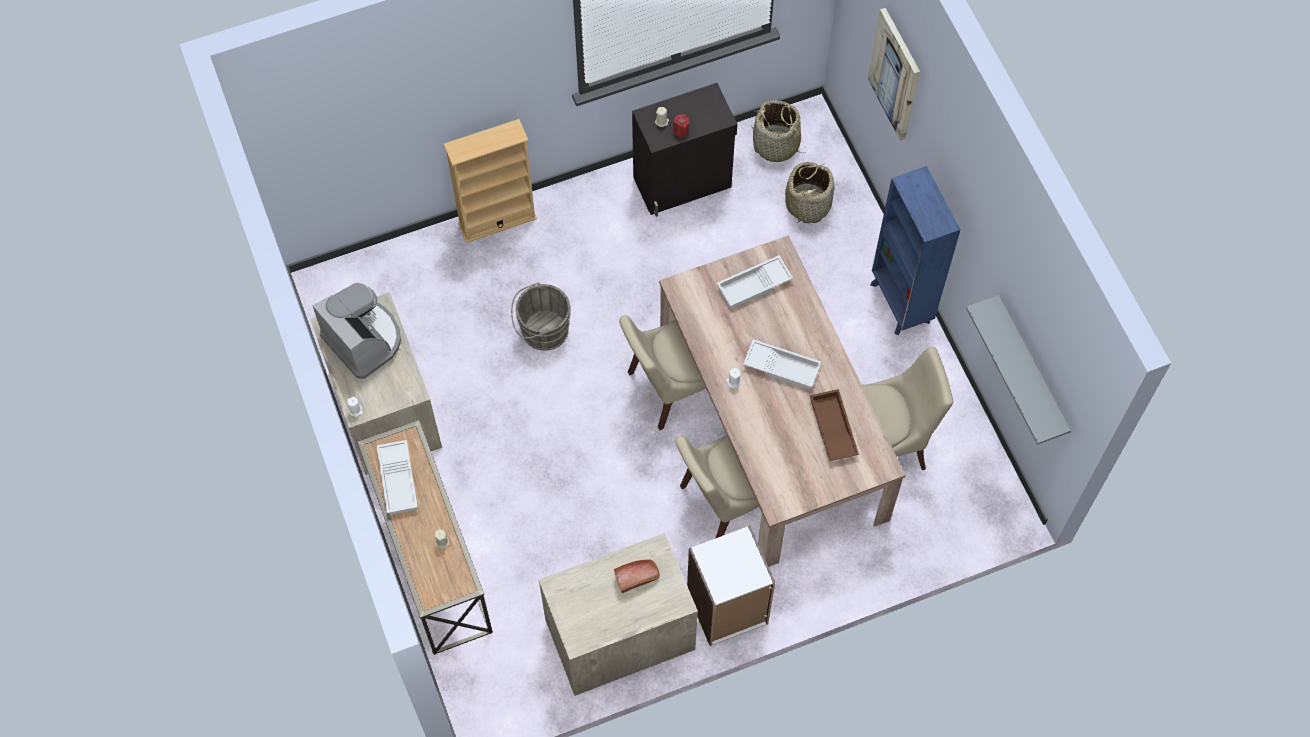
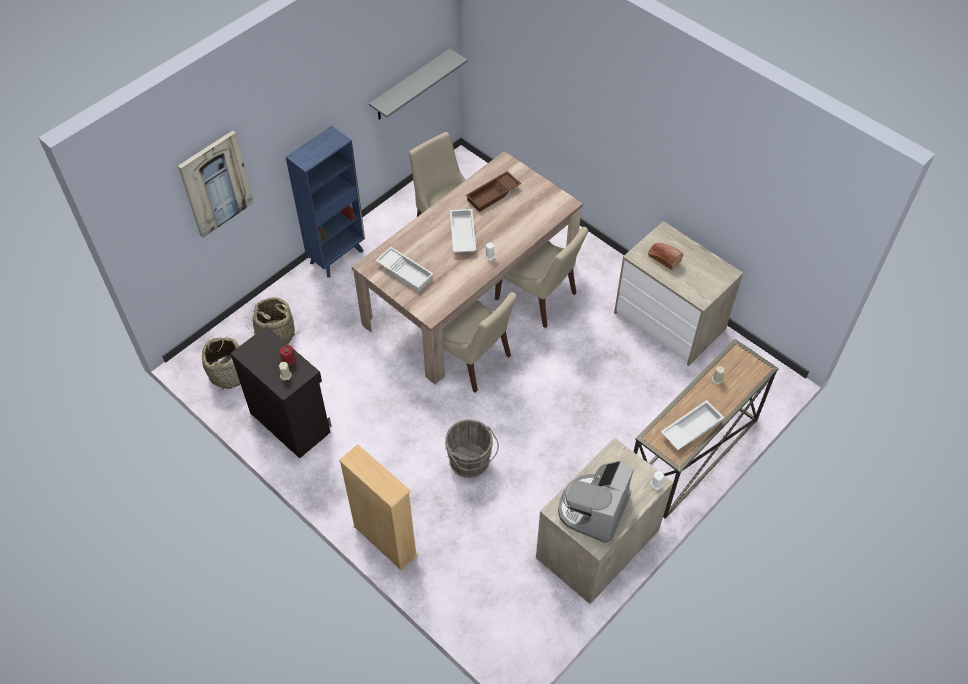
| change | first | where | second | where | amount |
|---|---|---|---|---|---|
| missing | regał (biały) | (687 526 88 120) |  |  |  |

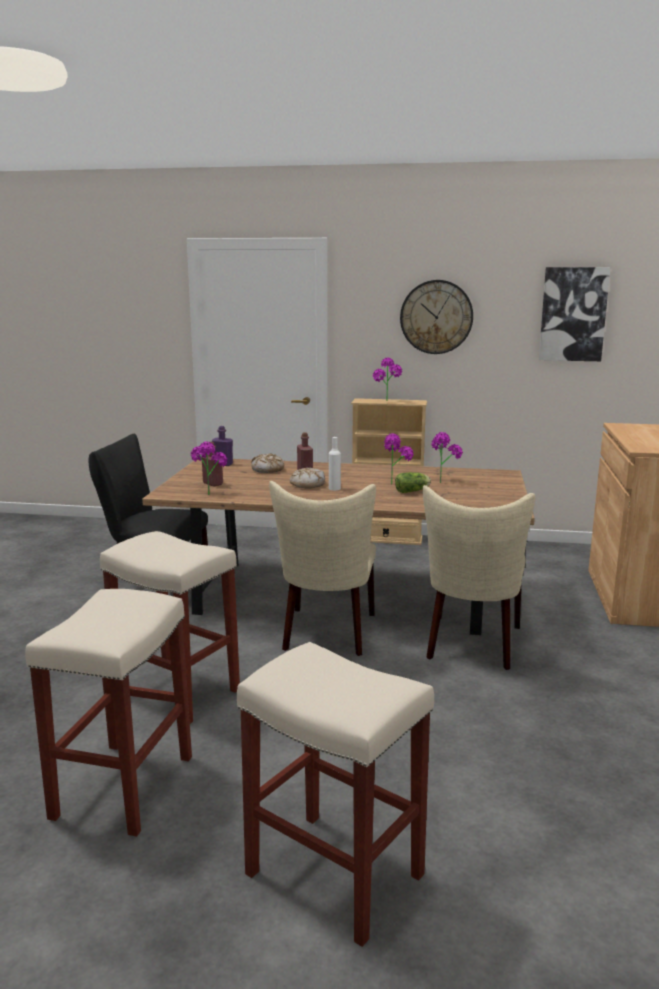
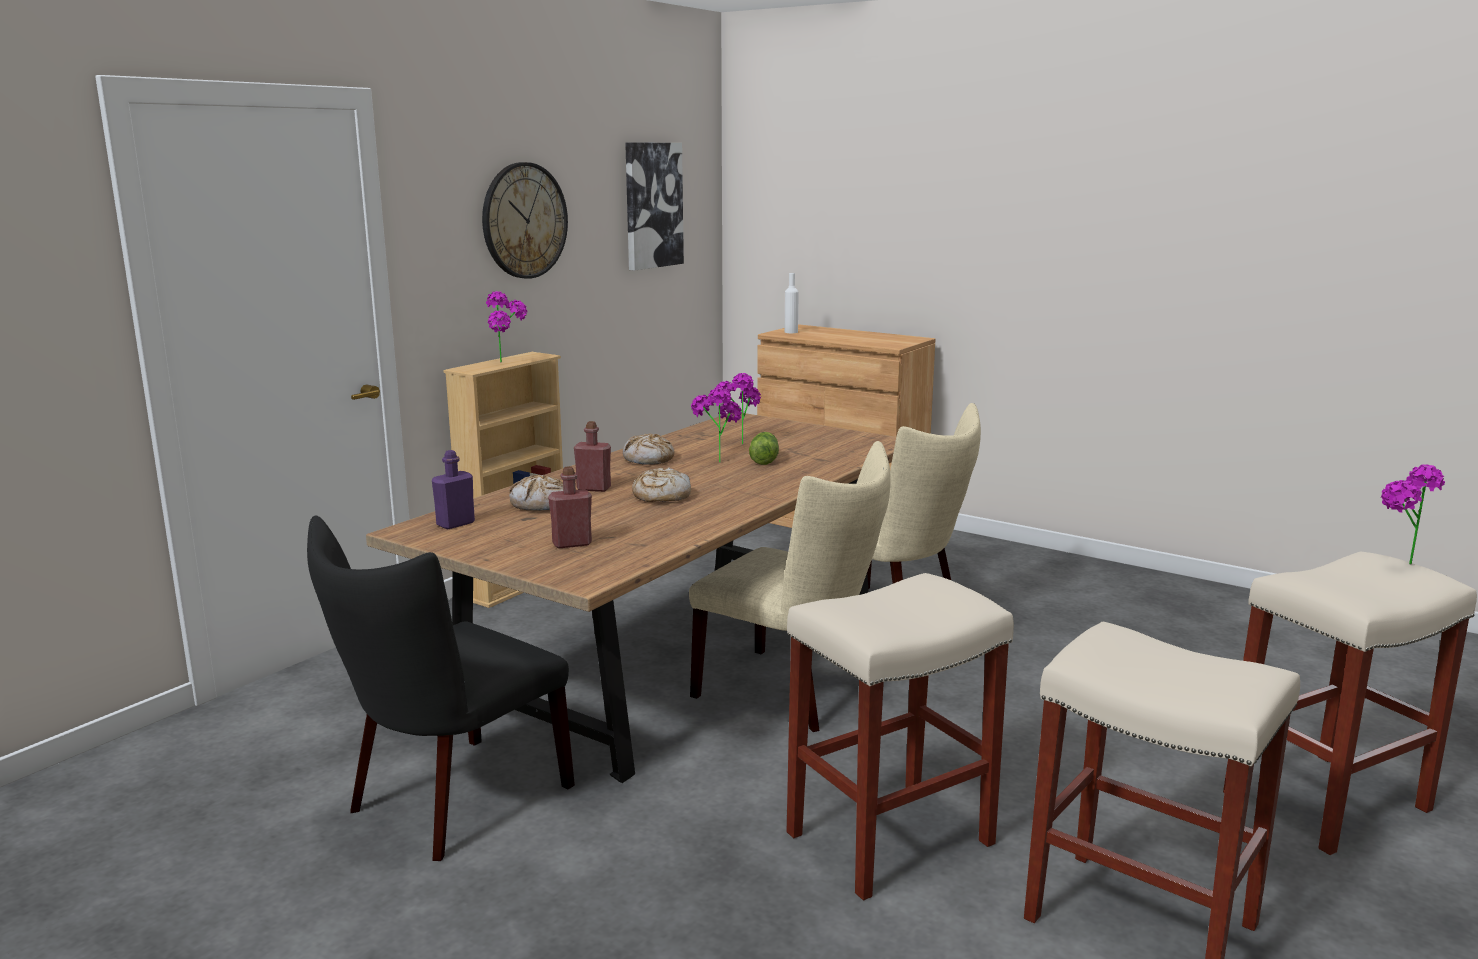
| change | first | where | second | where | amount |
|---|---|---|---|---|---|
| appeared |  |  | chleb | (623 433 51 32) |  |
| relocated | butelka (biały) | (329 437 12 53) |  | (785 273 14 60) |  |
| relocated | roślina doniczkowa | (191 442 36 53) |  | (1381 464 64 101) |  |

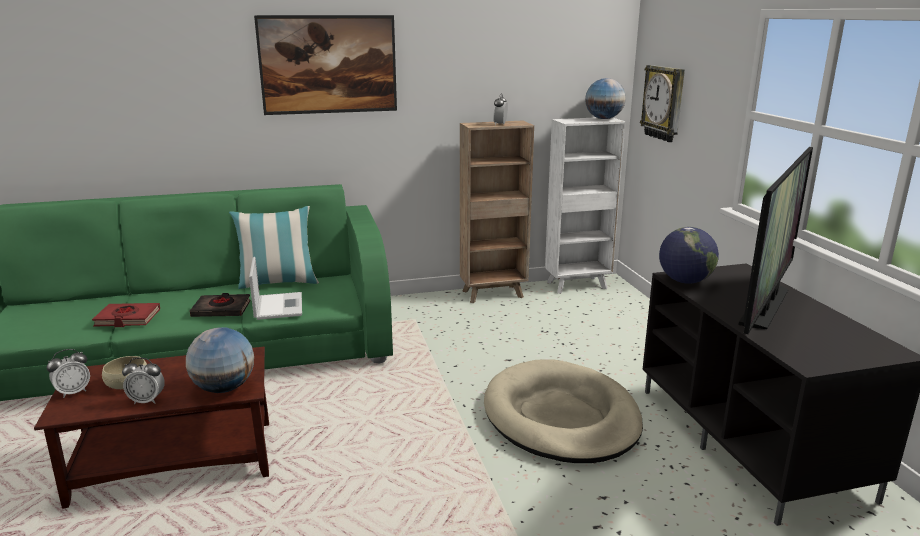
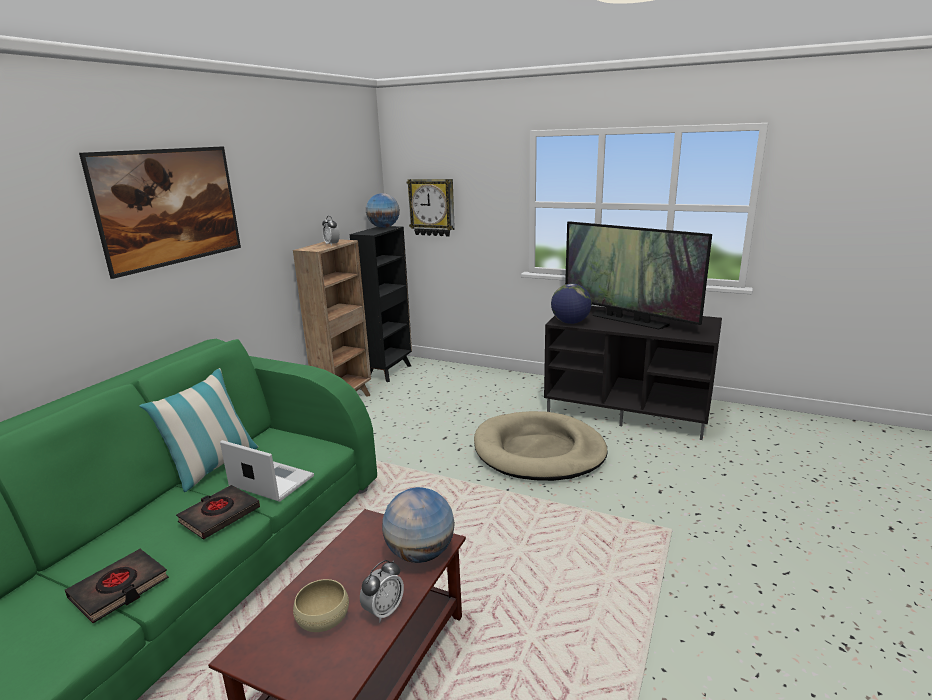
| change | first | where | second | where | amount |
|---|---|---|---|---|---|
| colour | książka (czerwony) | (92 303 68 24) | książka (czarny) | (65 549 104 74) |  |
| colour | regał (biały) | (545 117 81 177) | regał (czarny) | (350 226 62 156) |  |
| spun | telewizor | (738 147 75 187) |  | (565 221 147 108) | 150 degrees clockwise |
| missing | budzik | (47 349 43 49) |  |  |  |

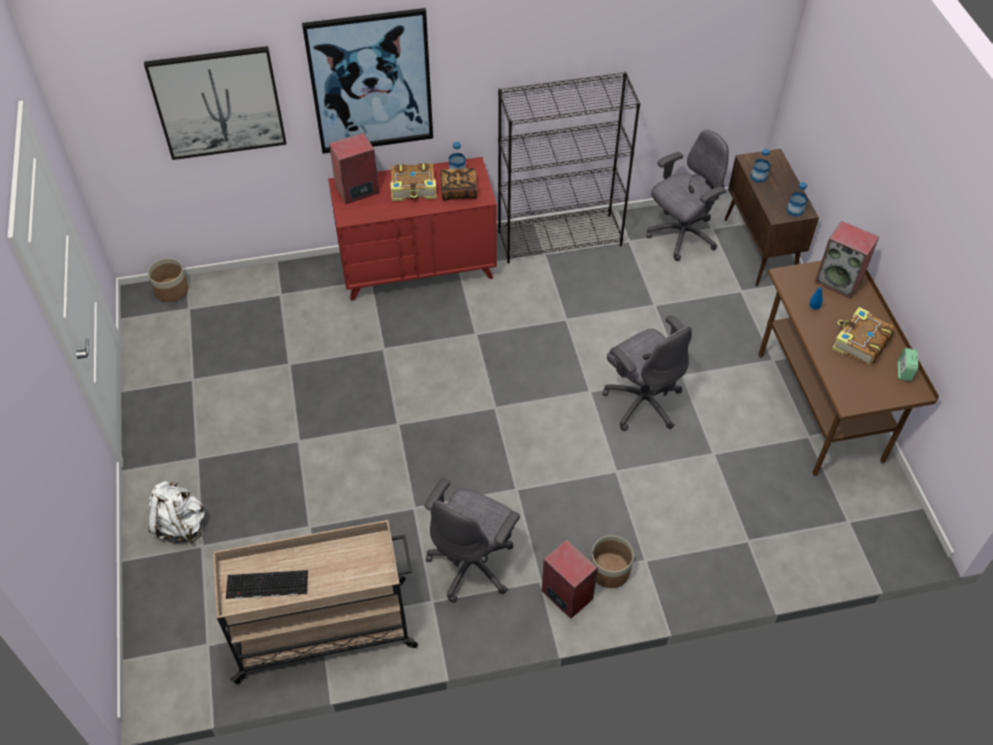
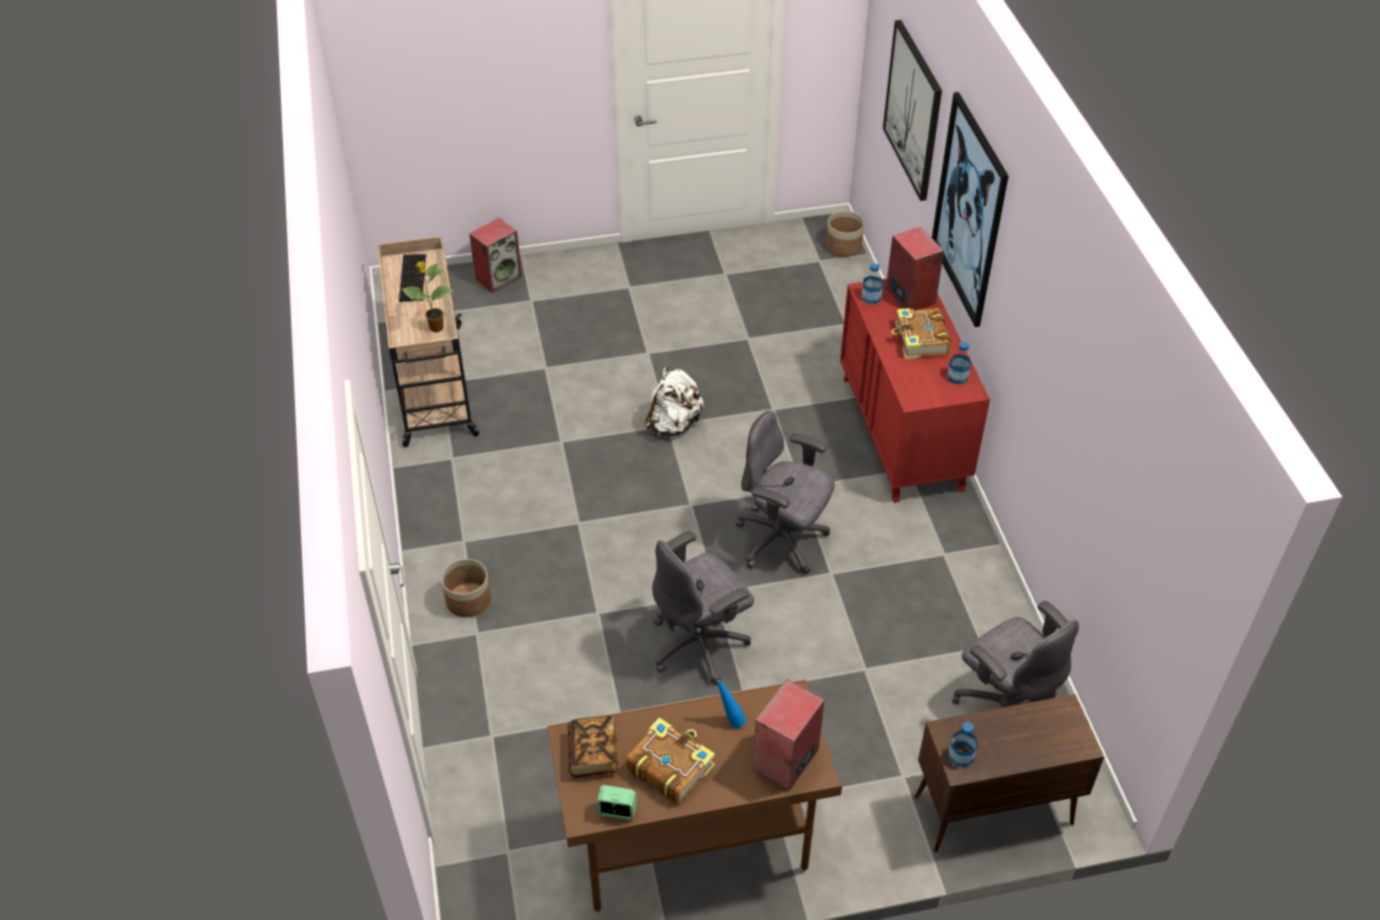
| change | first | where | second | where | amount |
|---|---|---|---|---|---|
| appeared |  |  | roślina doniczkowa | (402 261 51 71) |  |
| relocated | głośnik | (542 540 56 79) |  | (469 218 53 75) |  |
| relocated | książka | (440 168 37 32) |  | (568 715 51 63) |  |
| relocated | plecak (biały) | (148 481 57 62) |  | (645 367 59 69) |  |
| relocated | krzesło biurowe (szary) | (424 478 96 125) |  | (735 411 100 163) |  |
| relocated | butelka | (750 149 21 34) |  | (861 263 22 41) |  |
| missing | regał (czarny) | (498 72 143 191) |  |  |  |

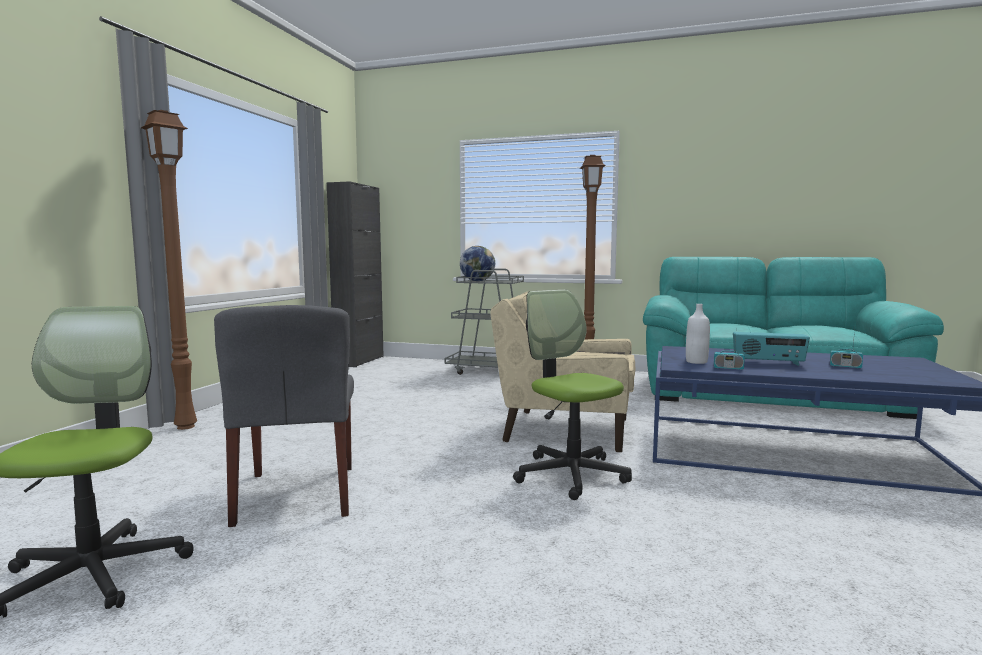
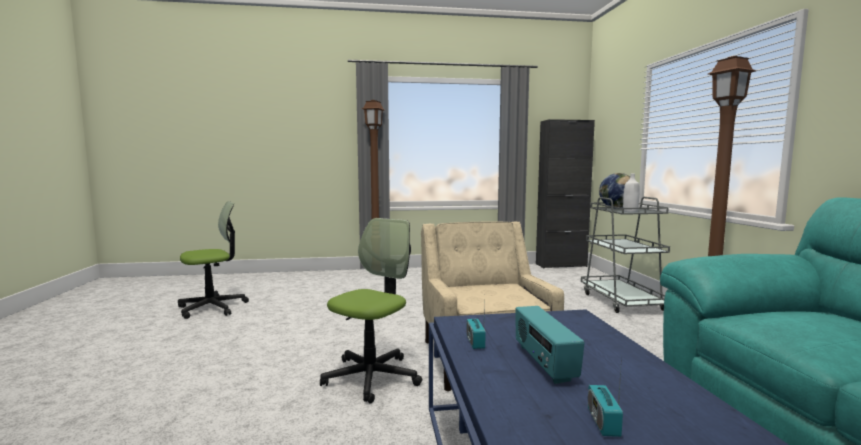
| change | first | where | second | where | amount |
|---|---|---|---|---|---|
| relocated | butelka (biały) | (686 304 24 60) |  | (623 174 16 38) |  |
| missing | krzesło (szary) | (214 305 140 222) |  |  |  |

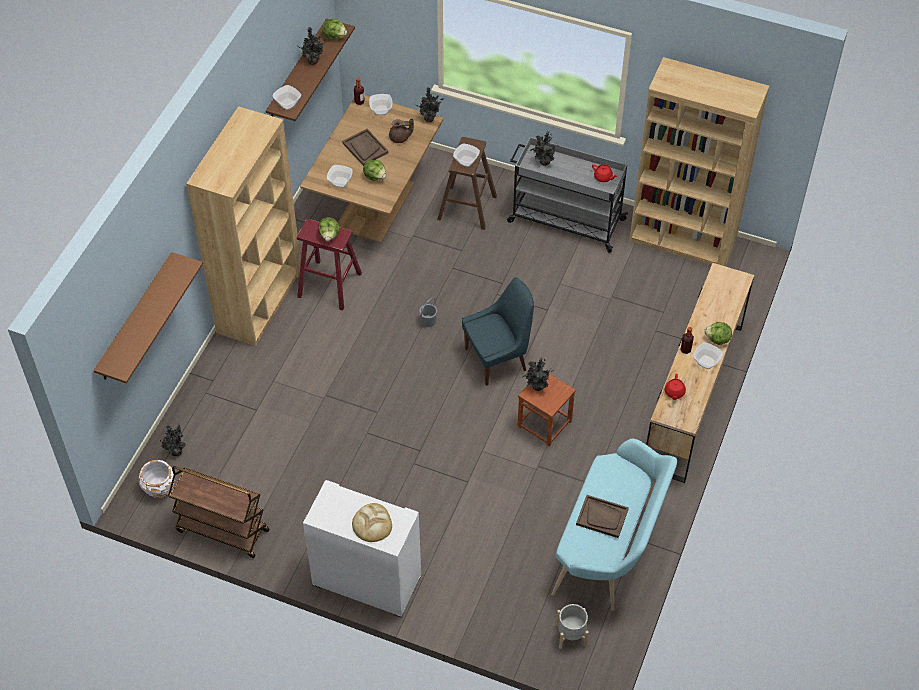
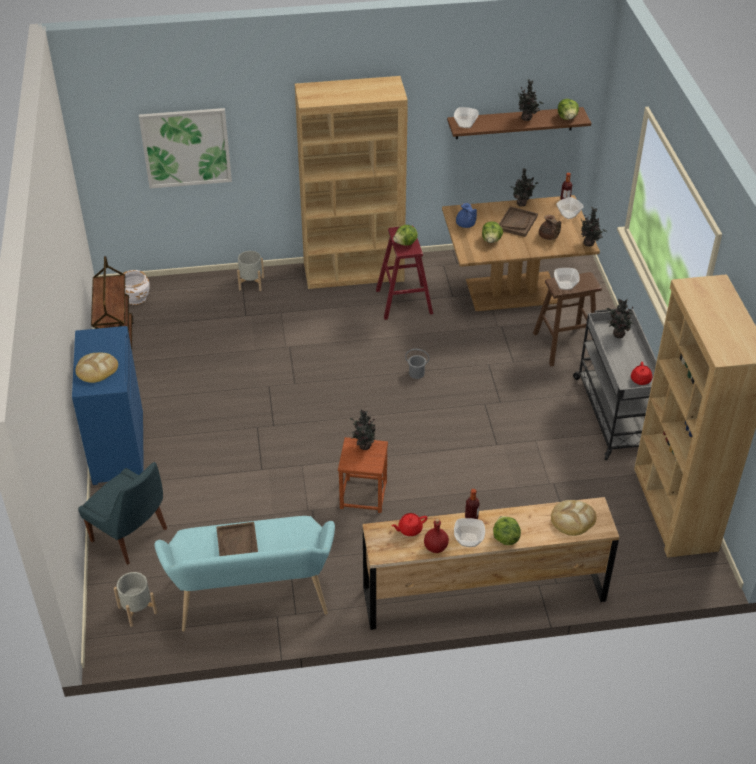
| change | first | where | second | where | amount |
|---|---|---|---|---|---|
| colour | szafka (biały) | (303 480 118 138) | szafka (niebieski) | (72 326 72 159) |  |
| relocated | krzesło (niebieski) | (462 277 72 109) |  | (78 462 89 103) |  |
| exchanged | półka (brązowy) | (94 252 109 132) | obraz | (139 108 93 80) |  |
| appeared |  |  | donica (szary) | (237 251 27 40) |  |
| appeared |  |  | butelka (czerwony) | (424 519 25 34) |  |
| exchanged | miska | (327 165 26 23) | imbryk (niebieski) | (456 203 21 25) |  |
| relocated | roślina doniczkowa | (160 424 26 32) |  | (510 168 29 38) |  |
| appeared |  |  | chleb | (551 500 45 36) |  |

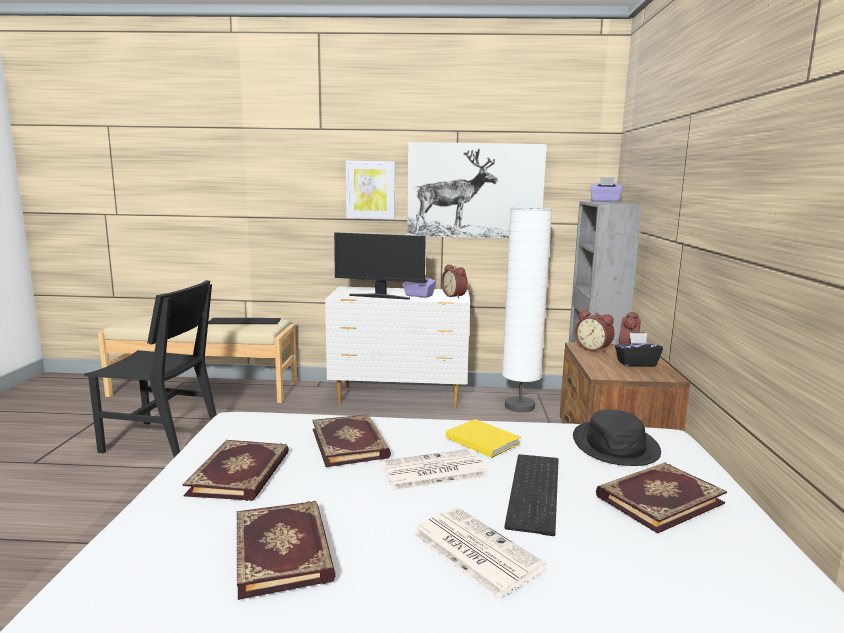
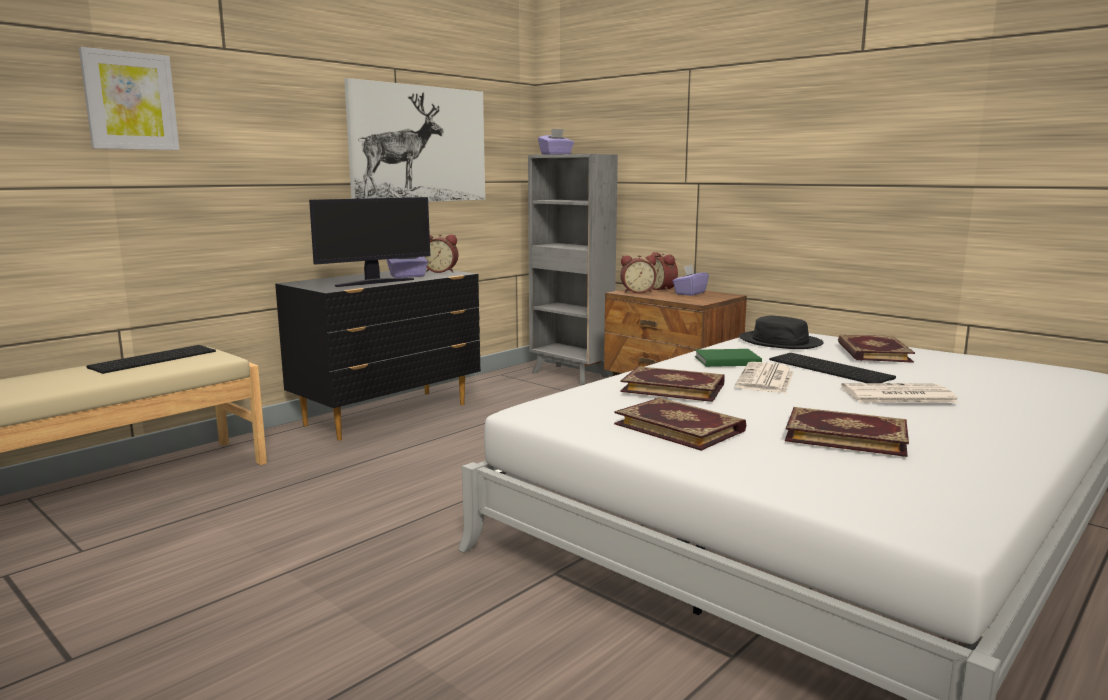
| change | first | where | second | where | amount |
|---|---|---|---|---|---|
| relocated | obraz | (346 161 49 58) |  | (79 47 101 103) |  |
| colour | komoda (biały) | (325 287 145 121) | komoda (czarny) | (275 268 206 173) |  |
| colour | pudełko chusteczek (czarny) | (615 333 48 34) | pudełko chusteczek (fioletowy) | (673 265 36 31) |  |
| colour | książka (żółty) | (446 419 75 39) | książka (zielony) | (695 349 67 18) |  |
| missing | krzesło (czarny) | (84 280 133 178) |  |  |  |
| missing | lampa stojąca (biały) | (502 207 51 205) |  |  |  |

